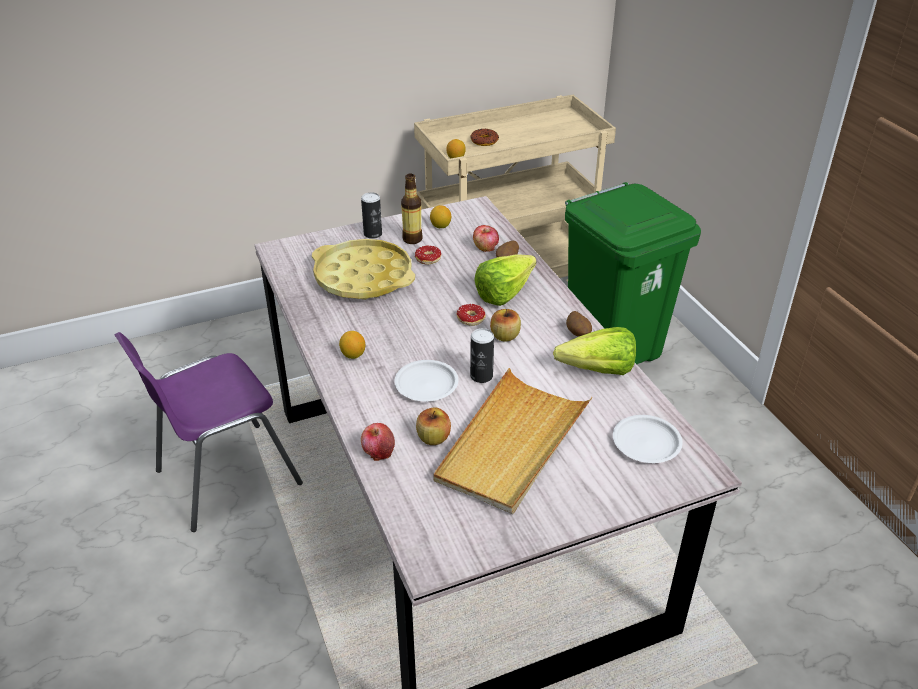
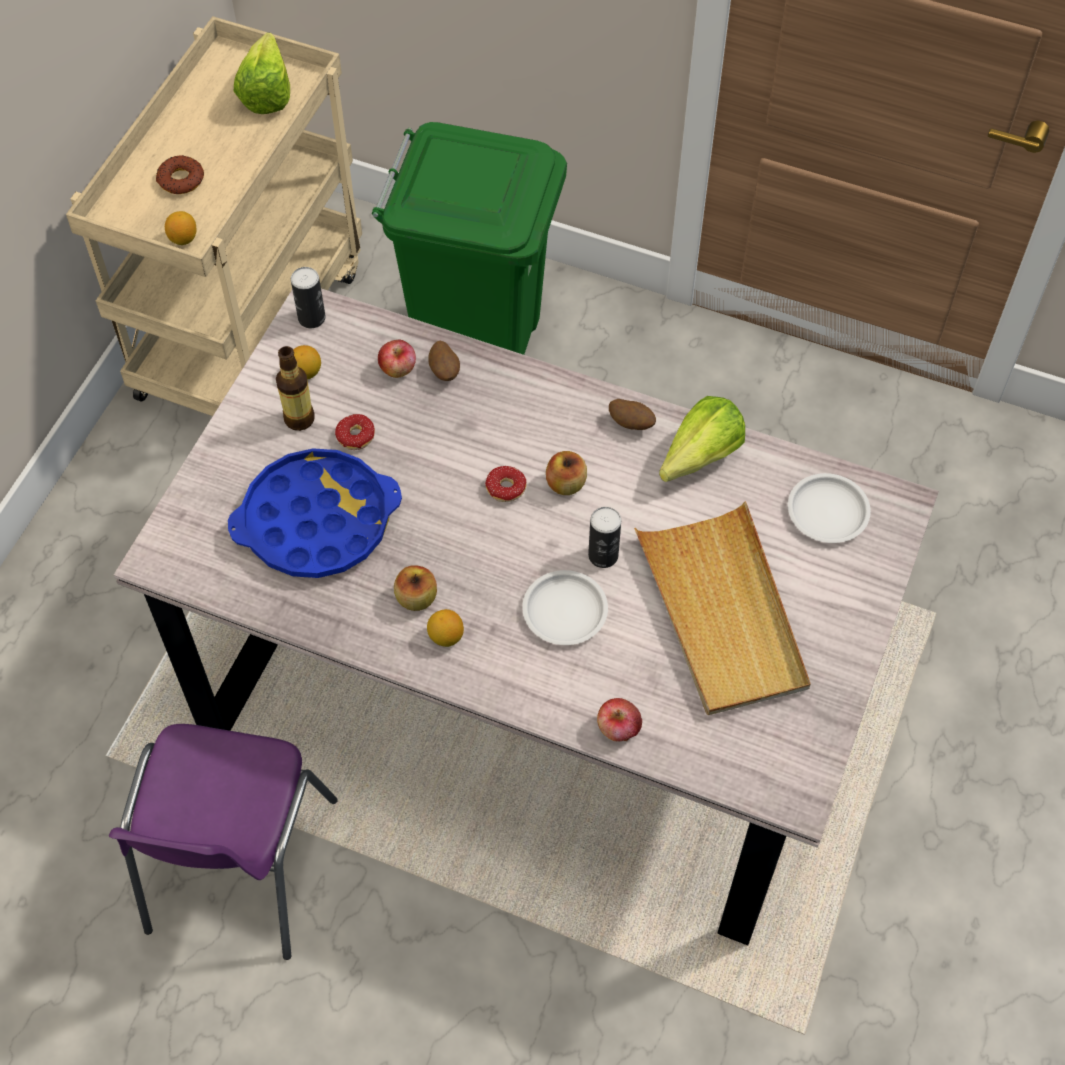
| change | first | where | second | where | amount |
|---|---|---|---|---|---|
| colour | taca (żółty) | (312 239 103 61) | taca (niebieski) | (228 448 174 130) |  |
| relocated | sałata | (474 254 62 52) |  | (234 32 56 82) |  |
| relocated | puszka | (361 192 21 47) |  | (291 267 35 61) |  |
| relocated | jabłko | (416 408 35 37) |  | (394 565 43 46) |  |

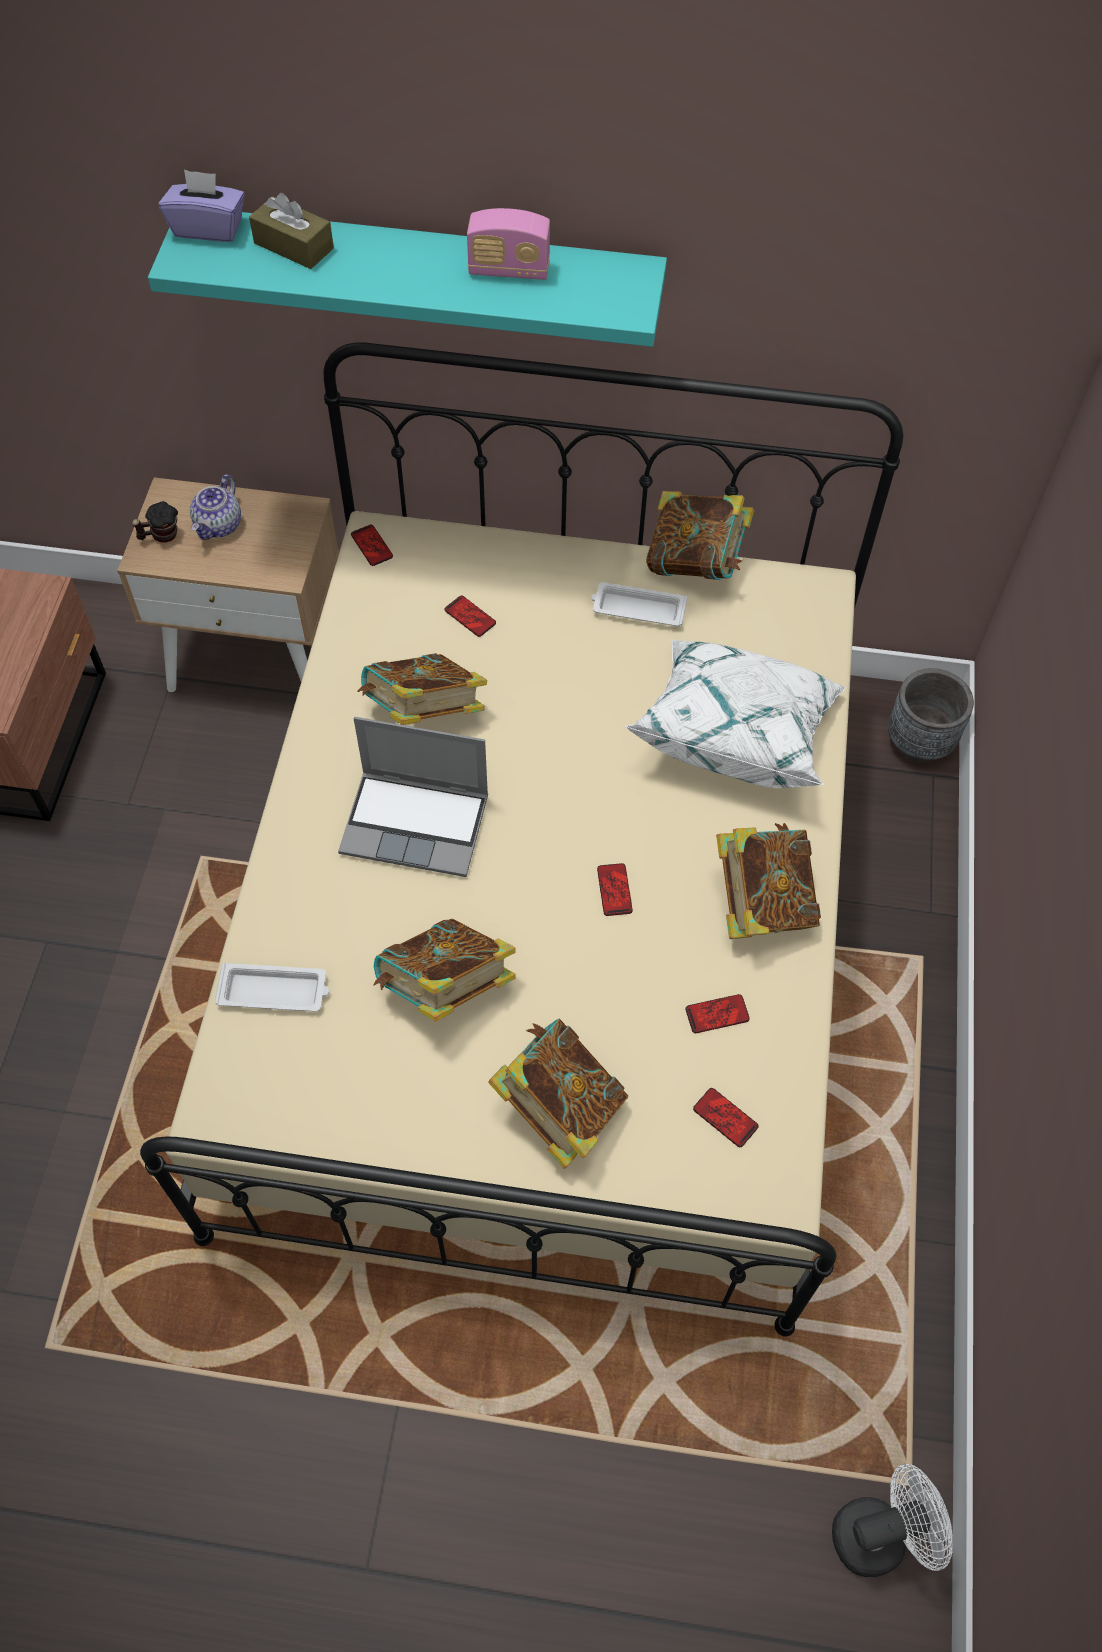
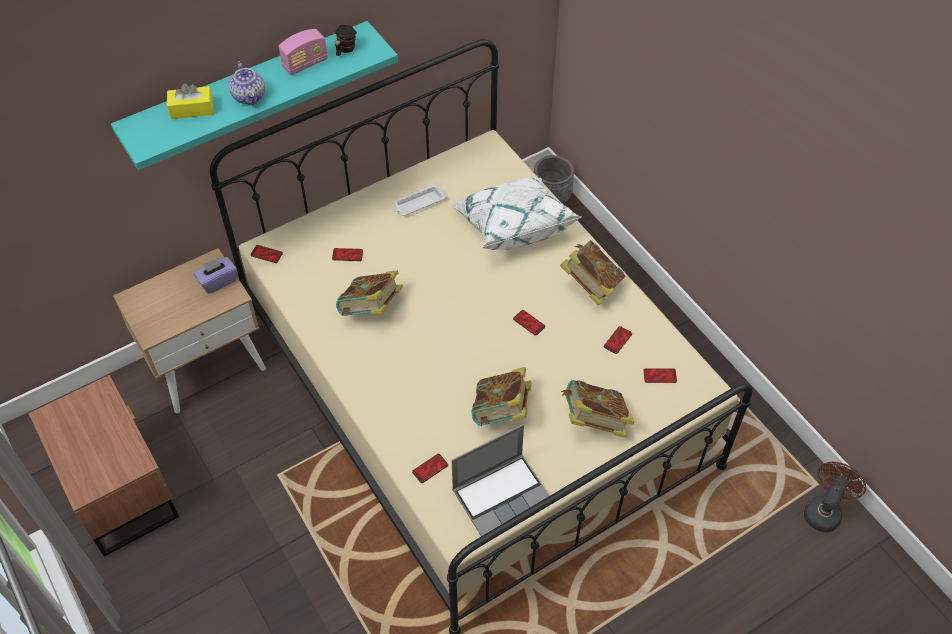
| change | first | where | second | where | amount |
|---|---|---|---|---|---|
| colour | pudełko chusteczek (brązowy) | (249 193 85 76) | pudełko chusteczek (żółty) | (167 83 46 36) |  |
| relocated | pudełko chusteczek (fioletowy) | (159 169 86 73) |  | (194 257 43 37) |  |
| relocated | imbryk | (190 474 51 66) |  | (229 61 36 45) |  |
| relocated | kubek | (132 501 46 42) |  | (335 24 22 32) |  |
| exchanged | taca (biały) | (215 963 114 49) | telefon | (412 454 36 29) |  |
| relocated | laptop | (338 717 150 160) |  | (452 424 97 112) |  |
| colour | wentylator (biały) | (832 1464 121 113) | wentylator (brązowy) | (804 462 62 70) |  |
| missing | książka | (646 491 108 89) |  |  |  |

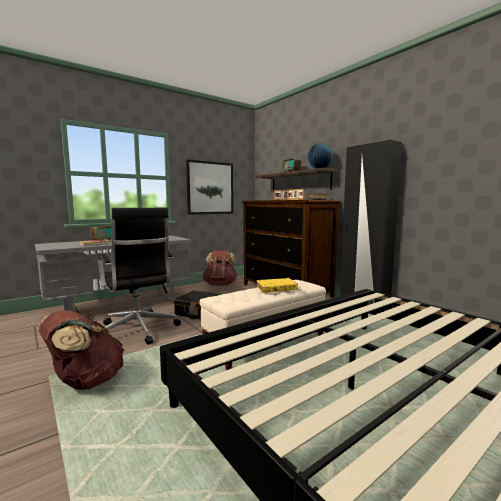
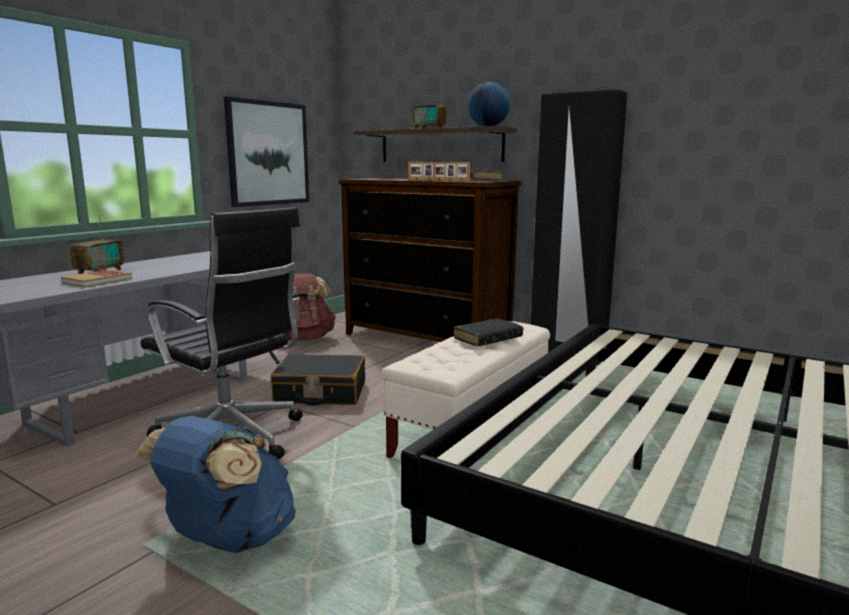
| change | first | where | second | where | amount |
|---|---|---|---|---|---|
| colour | plecak (brązowy) | (38 310 87 80) | plecak (niebieski) | (134 416 162 137) |  |
| colour | książka (żółty) | (257 278 41 15) | książka (czarny) | (454 318 69 28) |  |

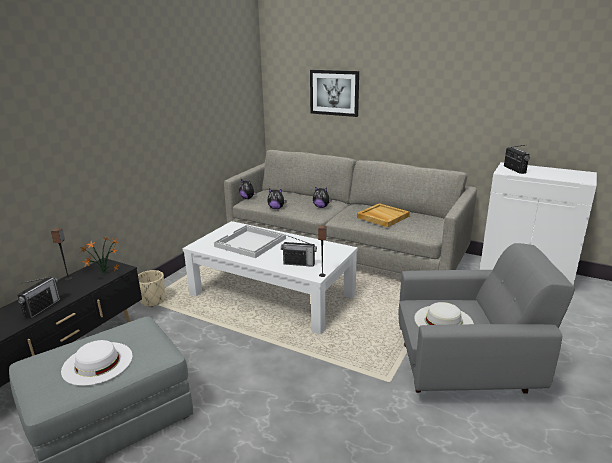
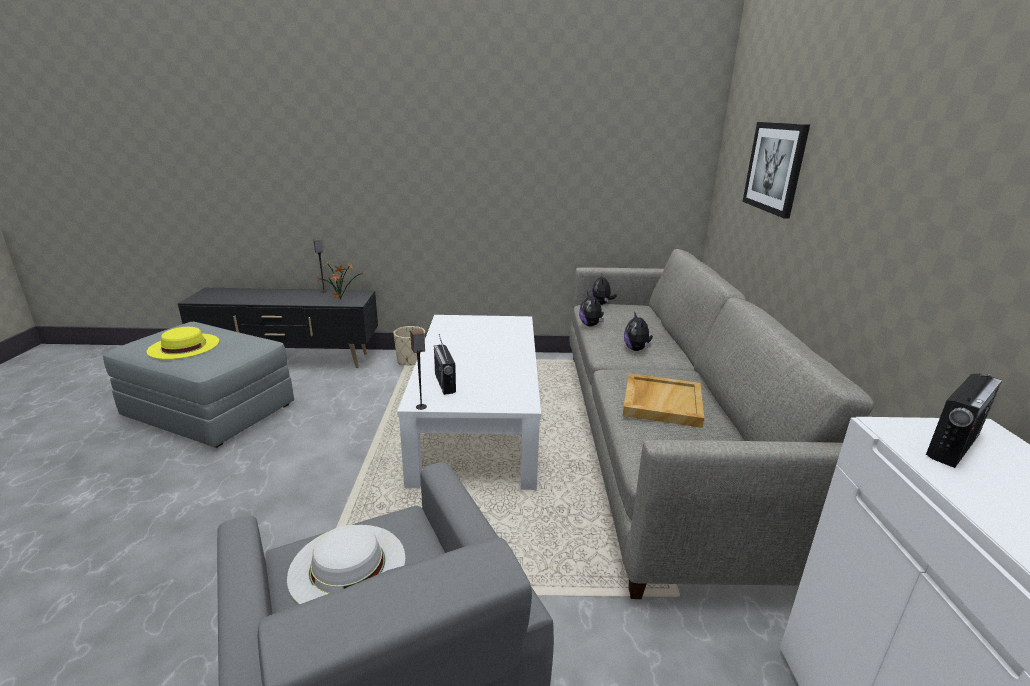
| change | first | where | second | where | amount |
|---|---|---|---|---|---|
| colour | kapelusz (biały) | (61 340 72 46) | kapelusz (żółty) | (147 327 72 32) |  |
| missing | radio | (17 277 44 42) |  |  |  |
| missing | taca (biały) | (214 225 72 33) |  |  |  |

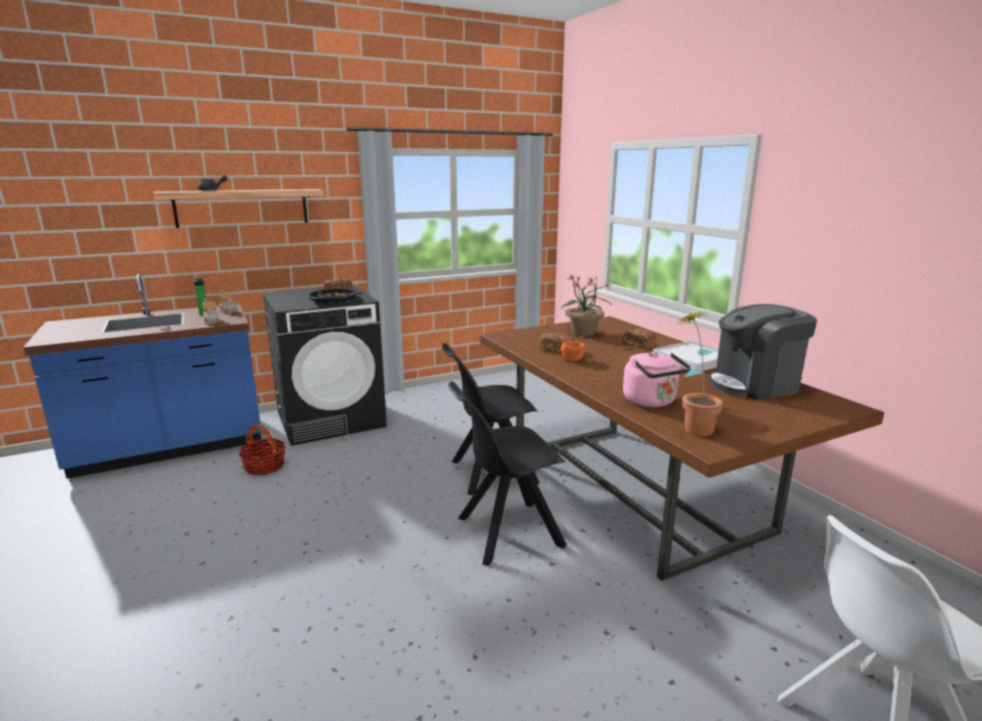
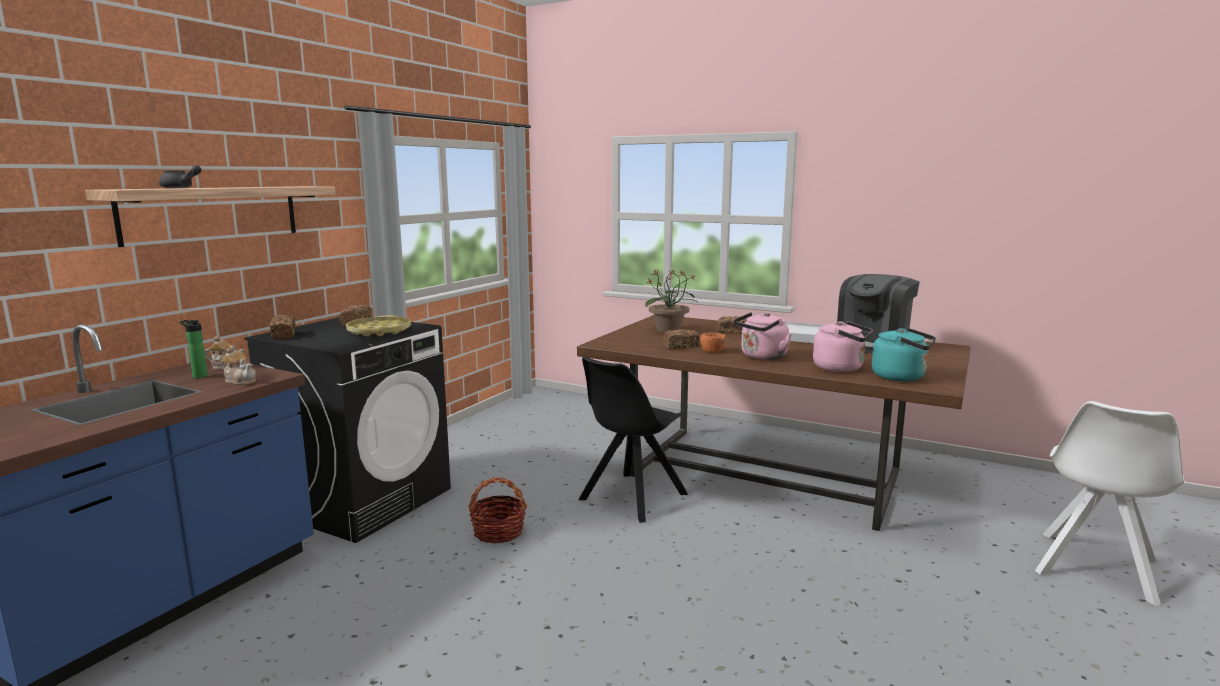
| change | first | where | second | where | amount |
|---|---|---|---|---|---|
| appeared |  |  | chleb | (270 314 25 25) |  |
| colour | taca (czarny) | (309 289 47 15) | taca (żółty) | (346 315 65 21) |  |
| relocated | koszyk | (239 424 46 51) |  | (469 477 59 67) |  |
| appeared |  |  | czajnik (różowy) | (733 312 59 48) |  |
| exchanged | roślina doniczkowa | (678 312 45 124) | czajnik (turkusowy) | (872 328 64 54) |  |
| missing | krzesło (czarny) | (448 381 119 185) |  |  |  |

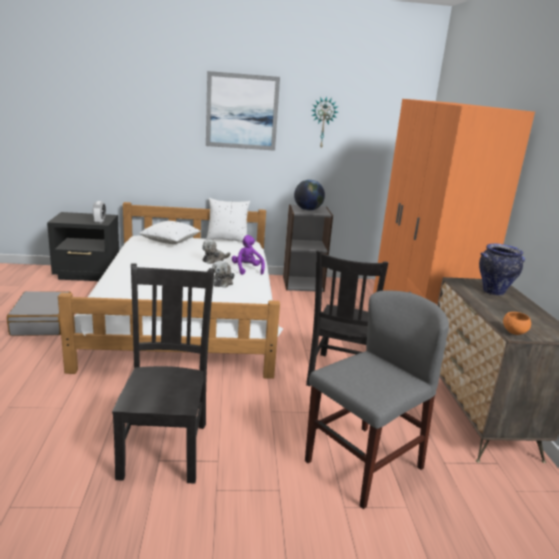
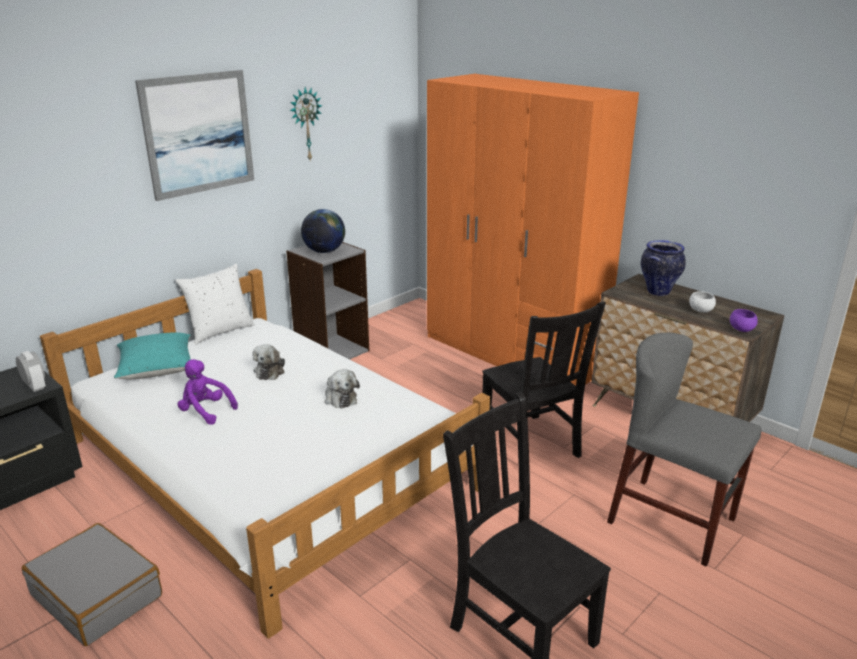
| change | first | where | second | where | amount |
|---|---|---|---|---|---|
| colour | poduszka (biały) | (139 221 62 23) | poduszka (turkusowy) | (114 332 77 47) |  |
| relocated | pluszak (fioletowy) | (232 235 33 40) |  | (178 359 60 66) |  |
| spun | krzesło (szary) | (305 290 144 219) |  | (607 332 154 235) | 60 degrees counterclockwise |
| appeared |  |  | miska (biały) | (689 291 27 22) |  |
| colour | miska (pomarańczowy) | (503 312 28 23) | miska (fioletowy) | (730 309 28 23) |  |

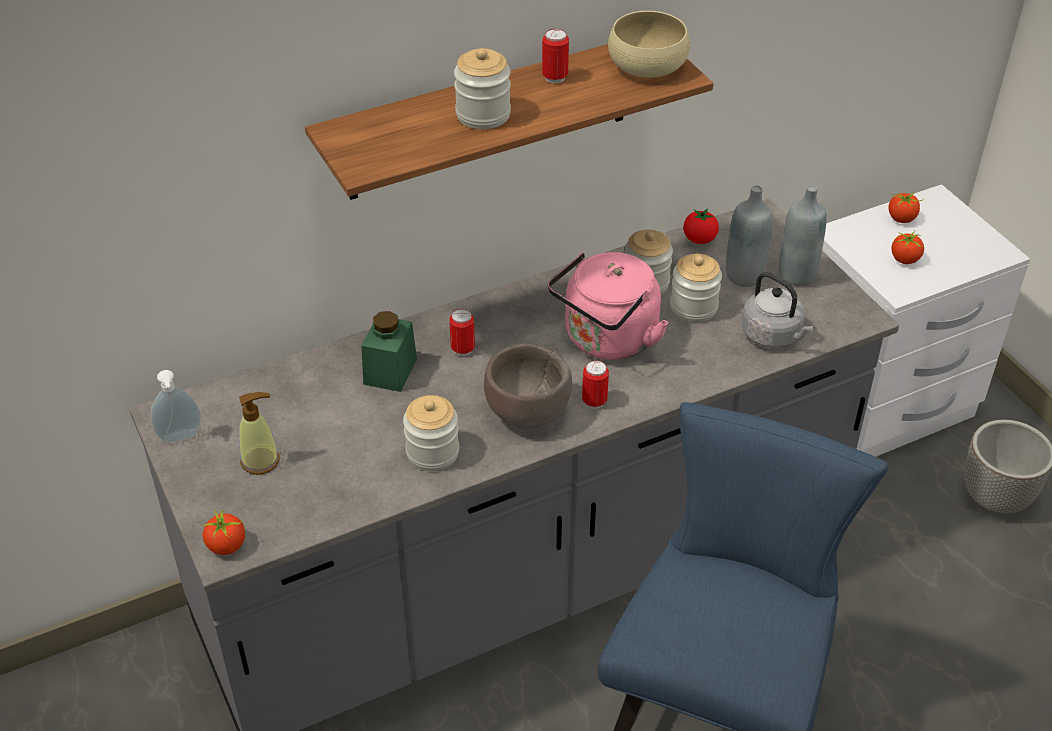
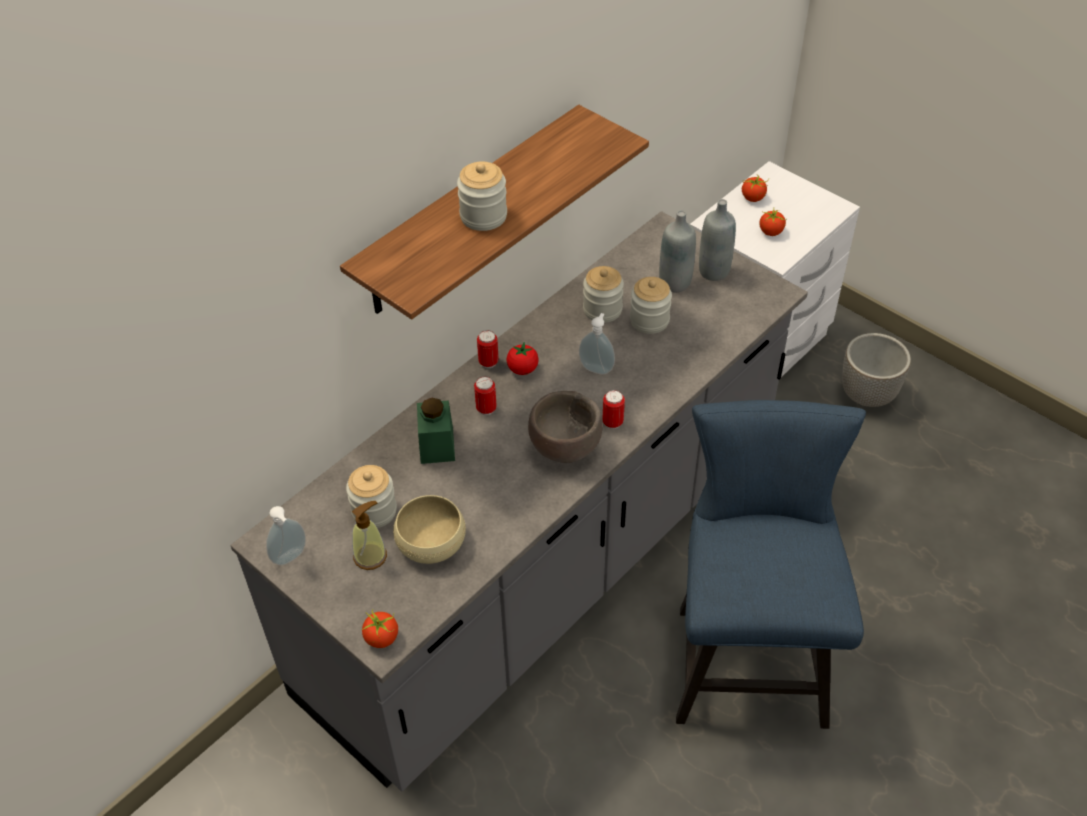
| change | first | where | second | where | amount |
|---|---|---|---|---|---|
| relocated | słoik | (403 395 56 76) |  | (346 465 51 63) |  |
| relocated | miska (beżowy) | (608 11 82 67) |  | (393 495 73 69) |  |
| relocated | puszka | (542 29 27 54) |  | (477 330 22 38) |  |
| relocated | pomidor | (683 208 36 36) |  | (507 342 32 33) |  |
| exchanged | czajnik (różowy) | (548 252 121 108) | dozownik mydła | (579 313 36 61) |  |
| missing | czajnik (szary) | (742 272 72 76) |  |  |  |

